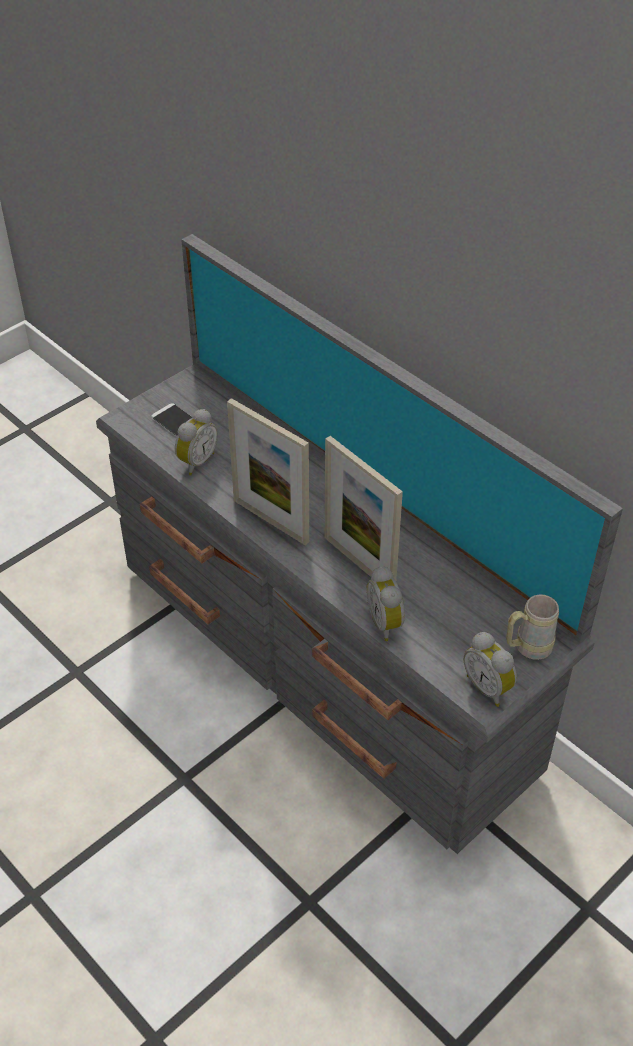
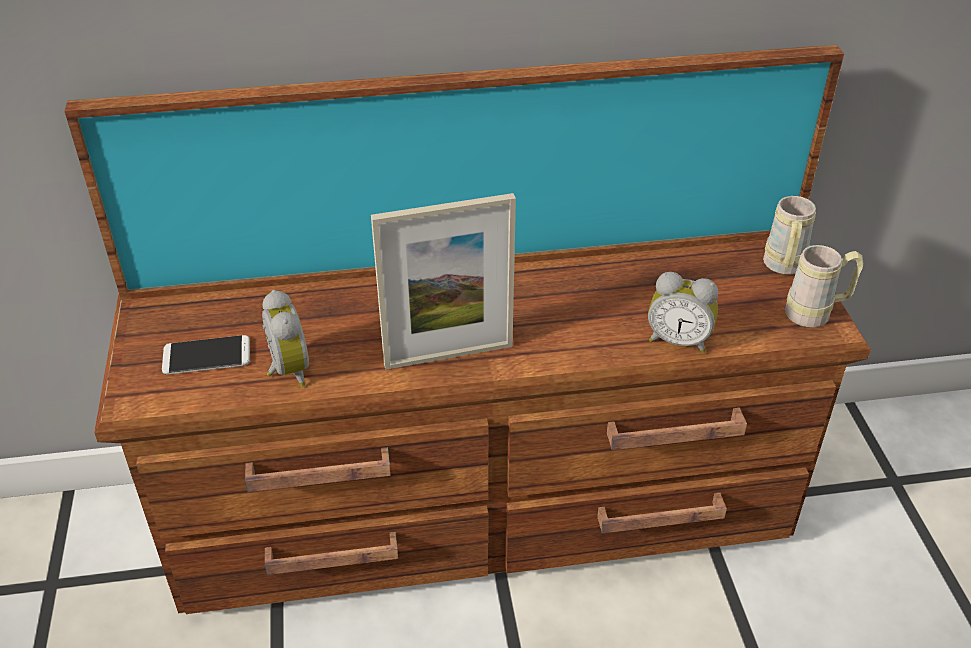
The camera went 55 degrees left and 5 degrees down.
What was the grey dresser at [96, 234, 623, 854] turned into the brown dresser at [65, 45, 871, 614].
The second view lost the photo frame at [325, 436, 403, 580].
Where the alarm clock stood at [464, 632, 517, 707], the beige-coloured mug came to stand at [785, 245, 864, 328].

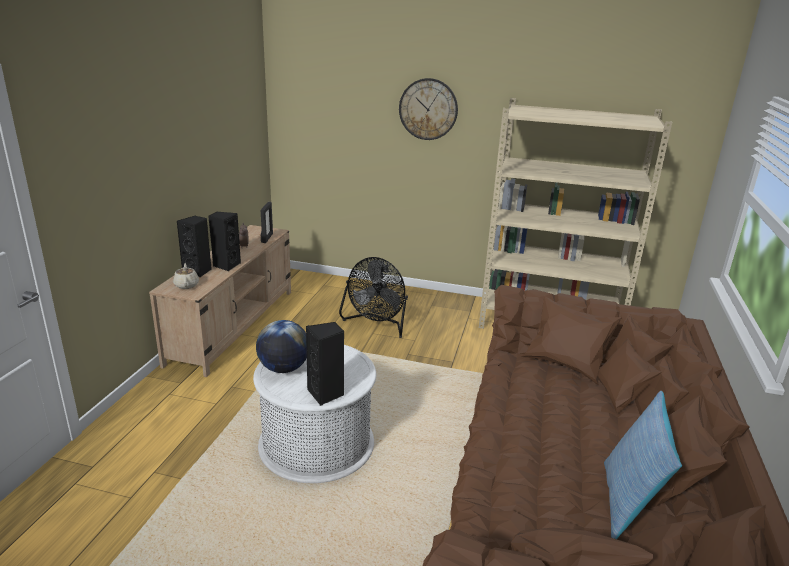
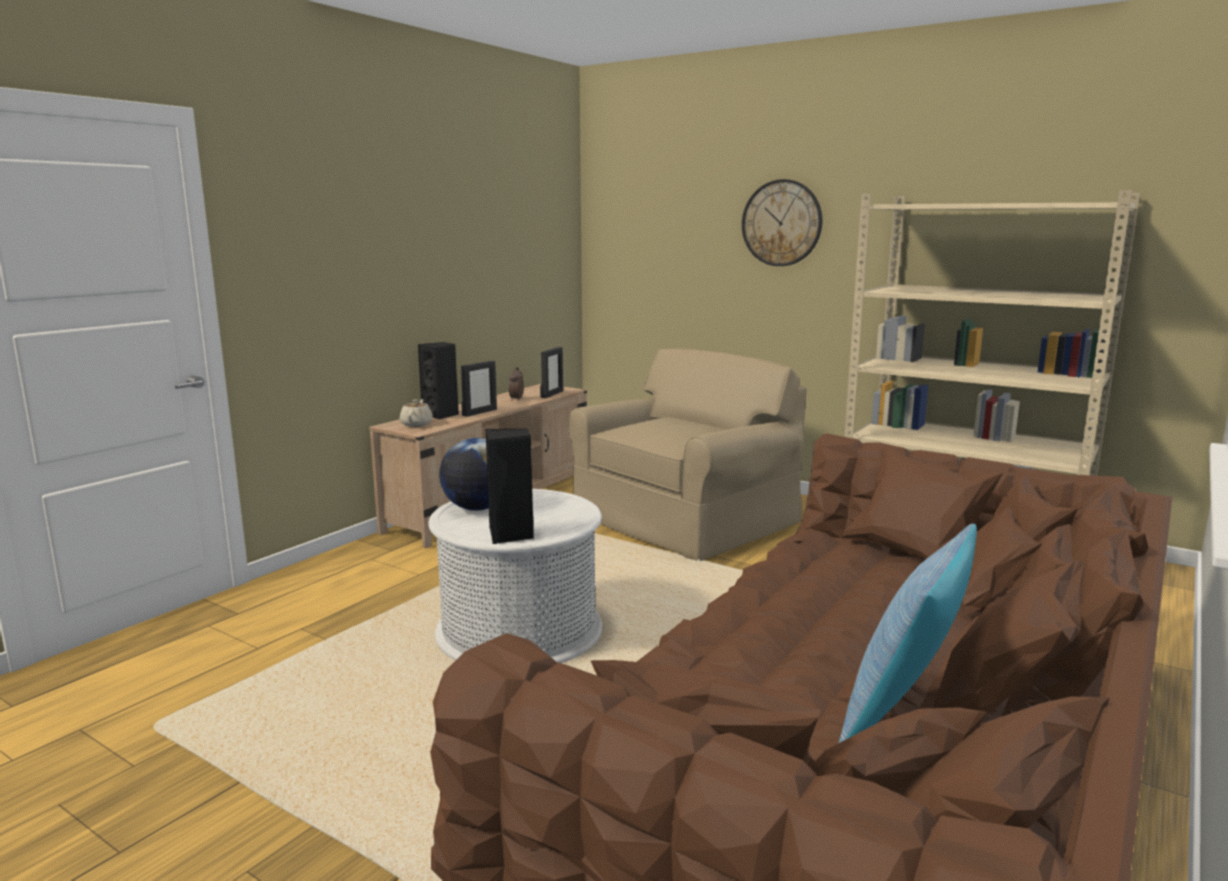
The camera went 20 degrees right and 10 degrees down.
Where the blackish audio speaker stood at [208, 212, 241, 271], the photo frame came to stand at [461, 360, 497, 417].
Where the blackish fan stood at [339, 257, 408, 338], the beige-coloured armchair came to stand at [568, 348, 807, 561].

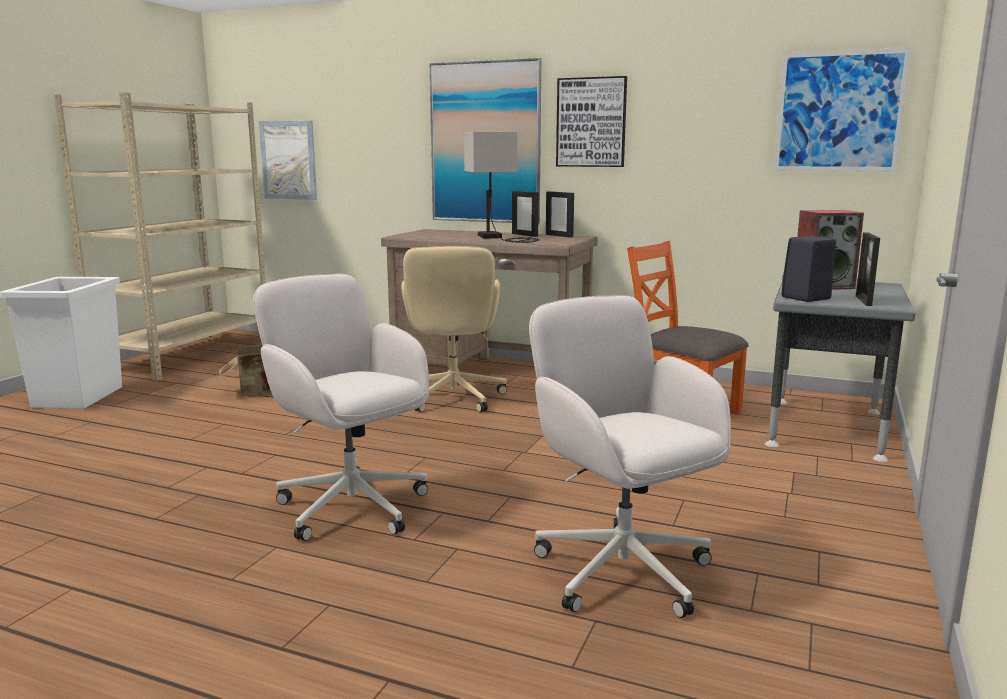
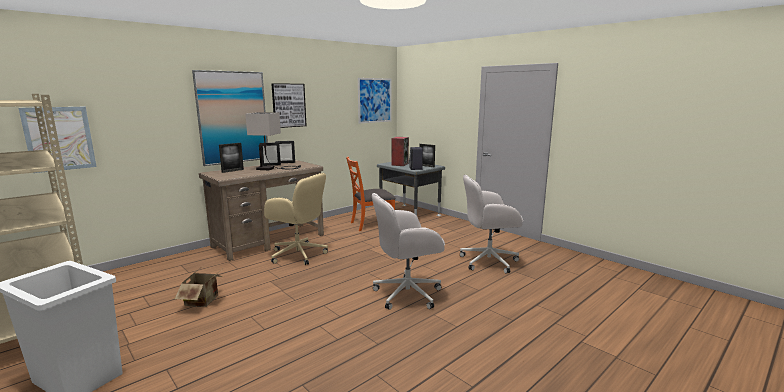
The camera went 65 degrees left and 0 degrees up.
The second view gained the photo frame at [219, 143, 244, 173].

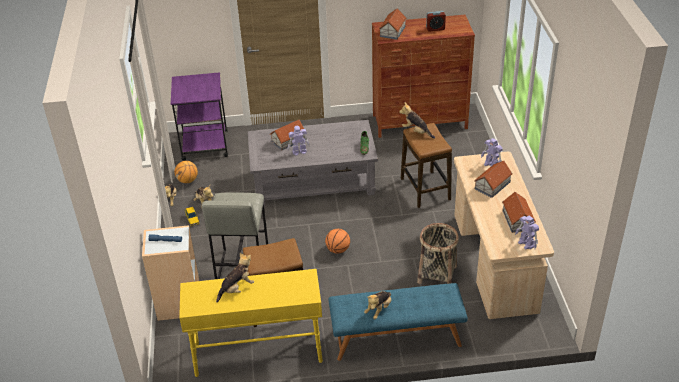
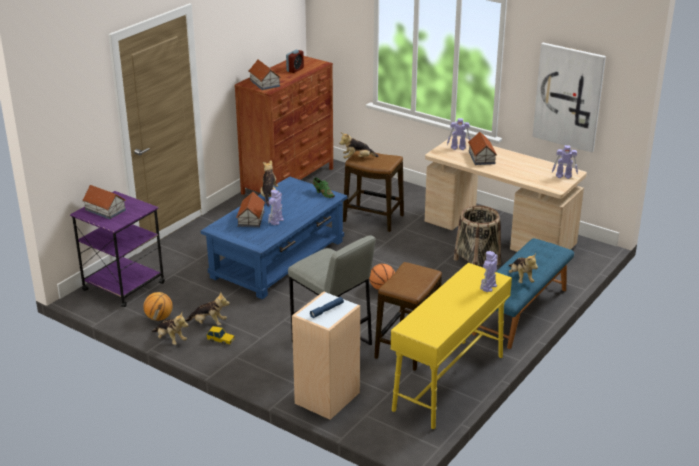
The camera went 50 degrees left and 10 degrees down.
The soft toy ended up elsewhere, having gone from [216, 253, 254, 303] to [260, 160, 278, 207].
What was the grey lounge table at [248, 120, 378, 206] turned into the bluish lounge table at [201, 176, 347, 299].
The model house ended up elsewhere, having gone from [502, 192, 536, 233] to [82, 185, 126, 219].
The second view gained the model robot at [480, 251, 498, 292].
The second view gained the wall picture at [532, 43, 606, 153].

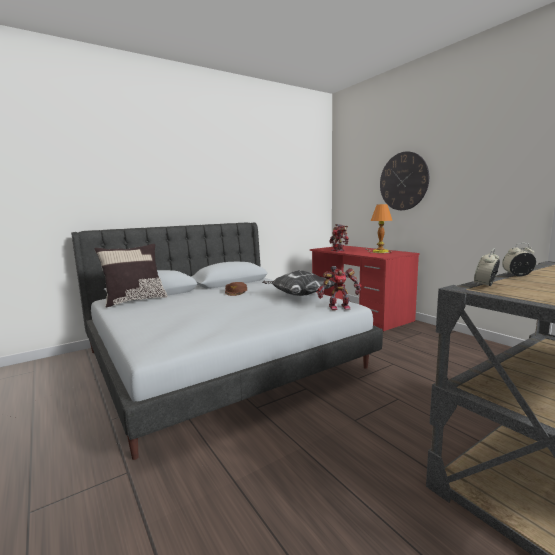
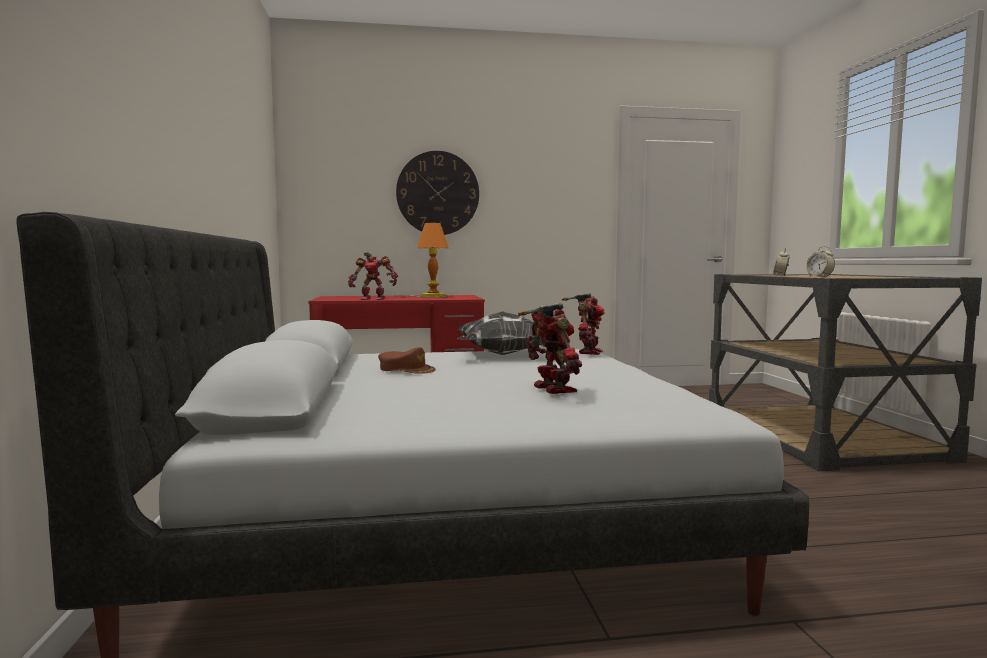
The camera went 65 degrees left and 5 degrees down.
The second view lost the cushion at [94, 244, 168, 308].
The second view gained the model robot at [518, 302, 582, 394].

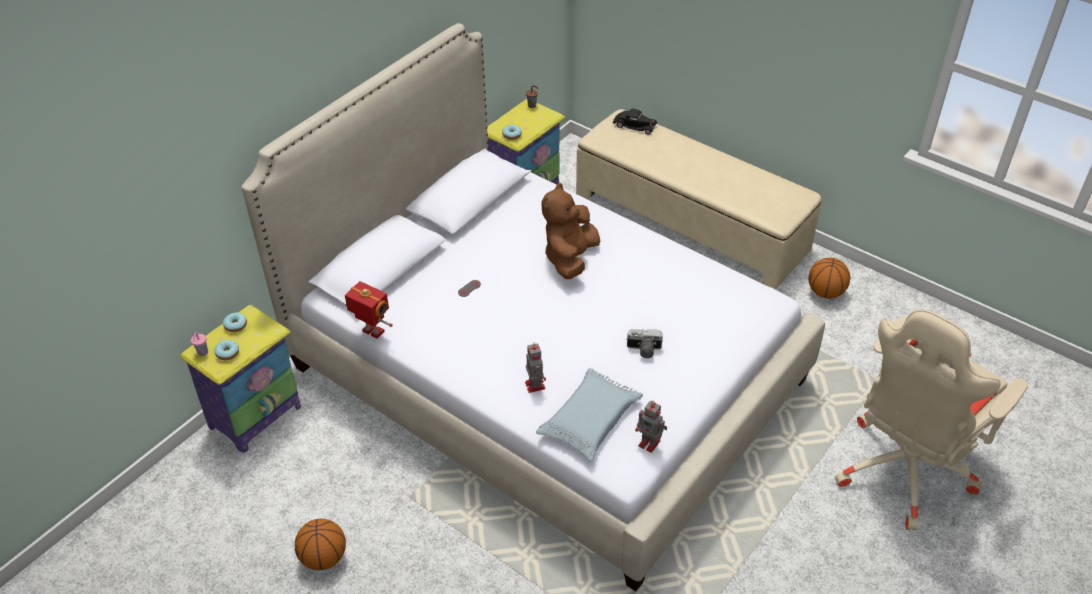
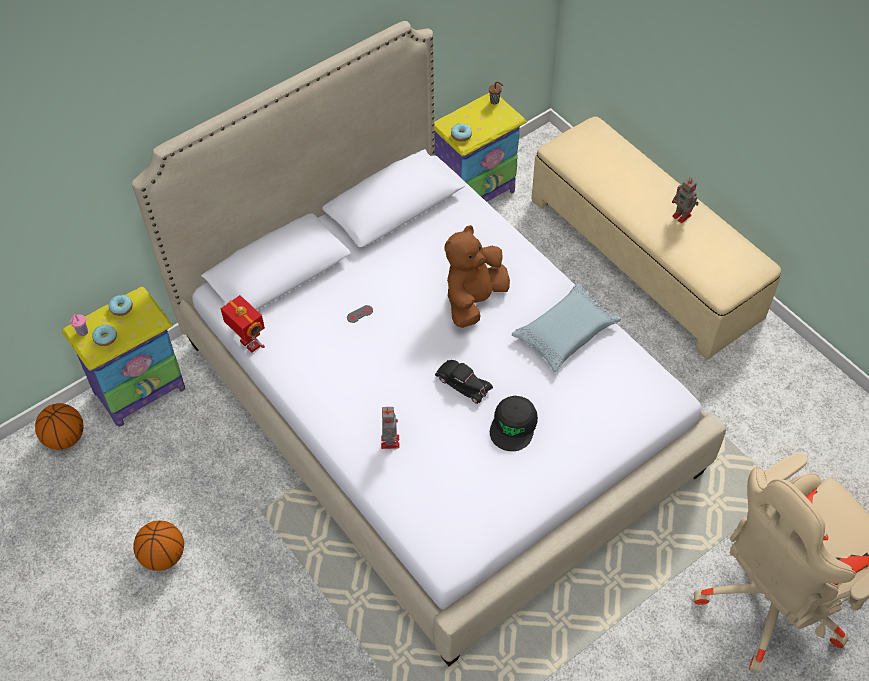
The camera went 15 degrees right and 10 degrees up.
The bluish cushion ended up elsewhere, having gone from [536, 368, 643, 462] to [512, 284, 621, 372].
The blackish model car ended up elsewhere, having gone from [612, 108, 657, 134] to [435, 360, 493, 404].
Where the photo camera stood at [626, 329, 663, 358], the blackish peaked cap came to stand at [490, 396, 538, 451].
The model robot ended up elsewhere, having gone from [635, 401, 667, 453] to [672, 177, 699, 223].
The basketball ended up elsewhere, having gone from [808, 258, 850, 299] to [35, 403, 83, 450].

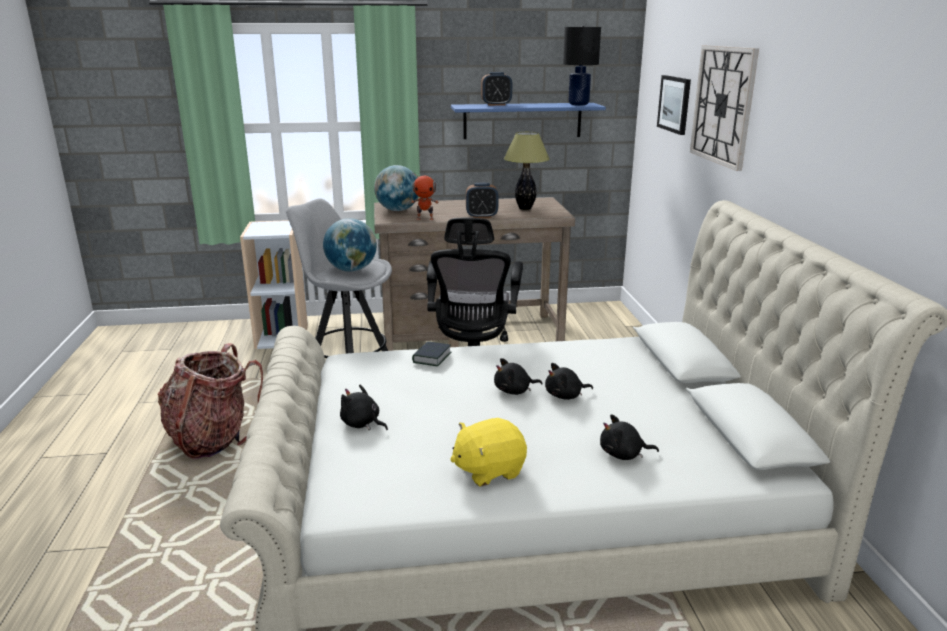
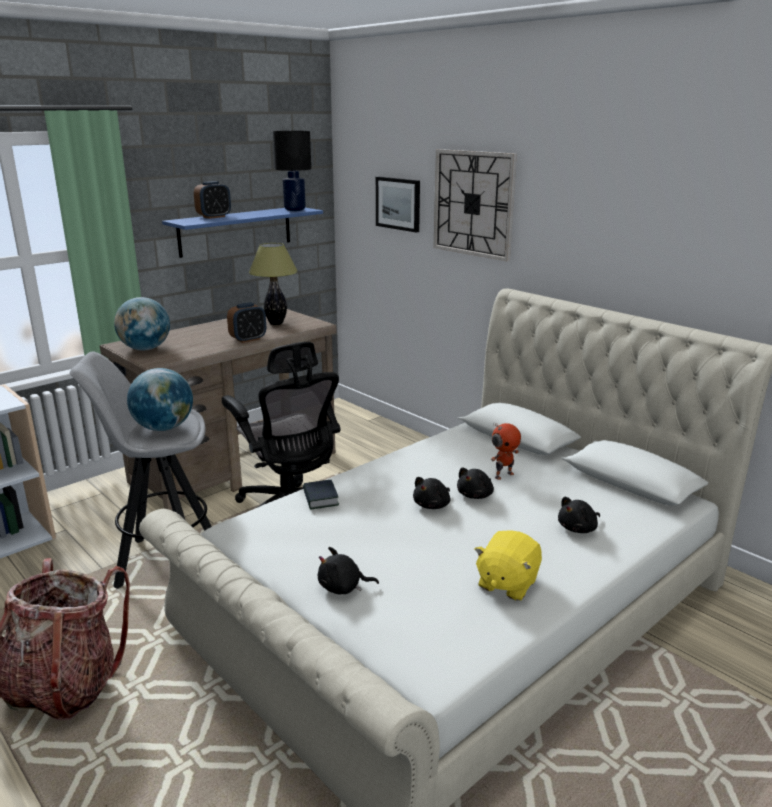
The camera went 35 degrees left and 0 degrees up.
The model robot ended up elsewhere, having gone from [411, 173, 438, 220] to [491, 423, 521, 480].

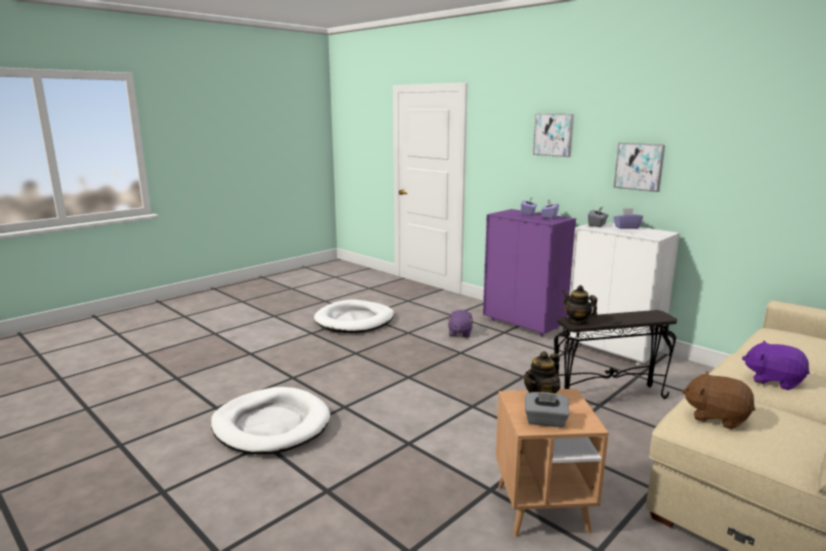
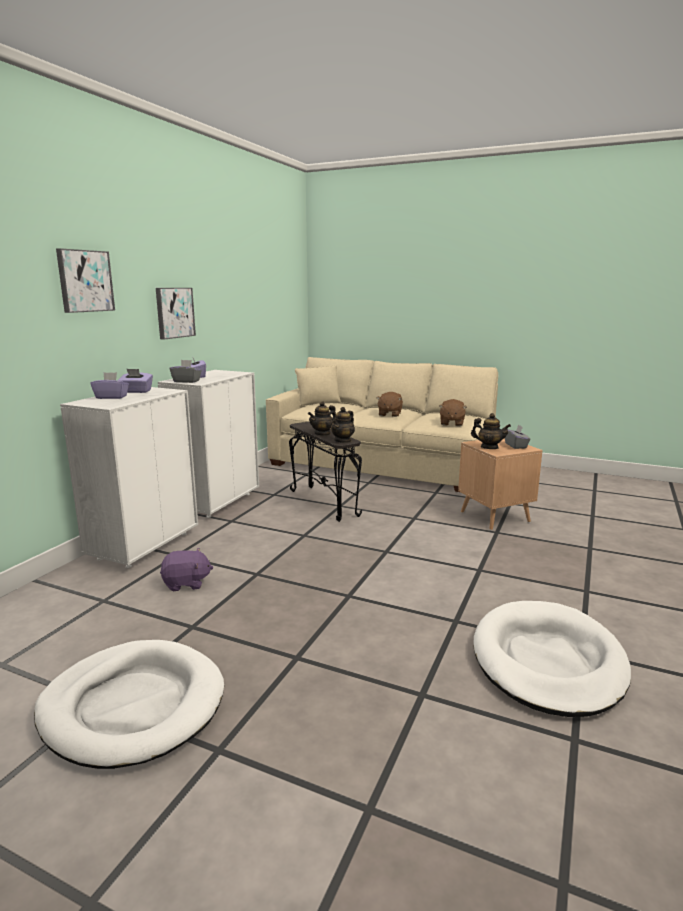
The camera went 110 degrees left and 0 degrees up.
What was the purplish storage cabinet at [483, 209, 576, 336] turned into the white storage cabinet at [60, 387, 198, 568].
What was the purplish soft toy at [742, 341, 810, 390] turned into the brown soft toy at [376, 392, 403, 417].
The second view gained the teapot at [308, 401, 336, 436].

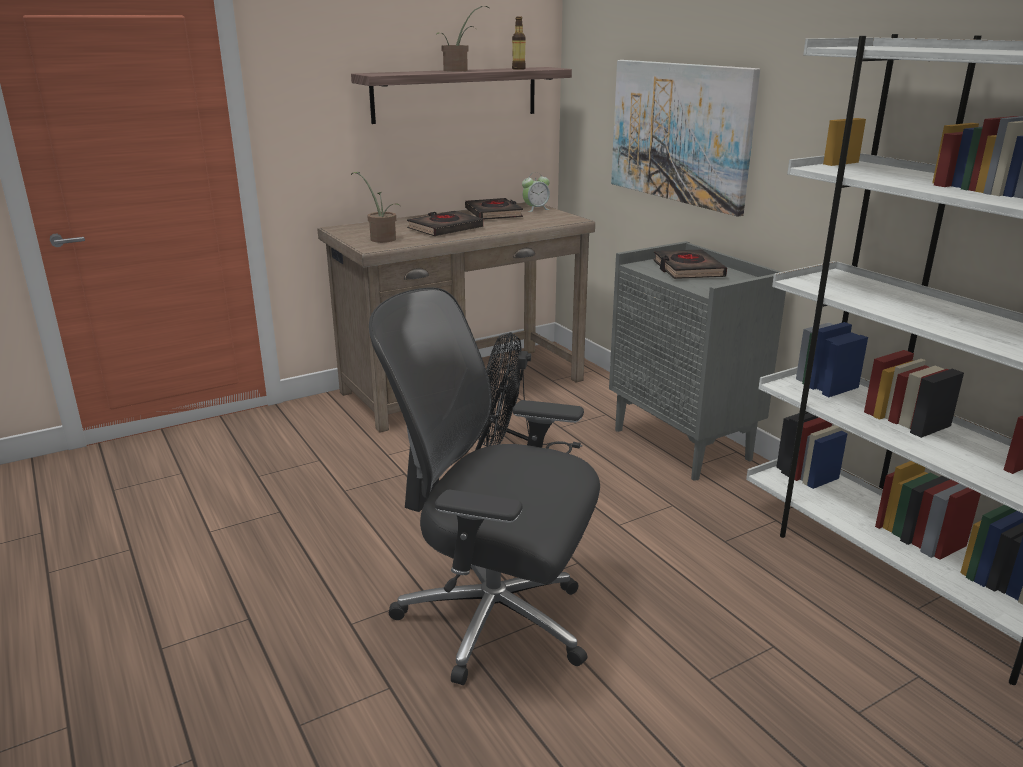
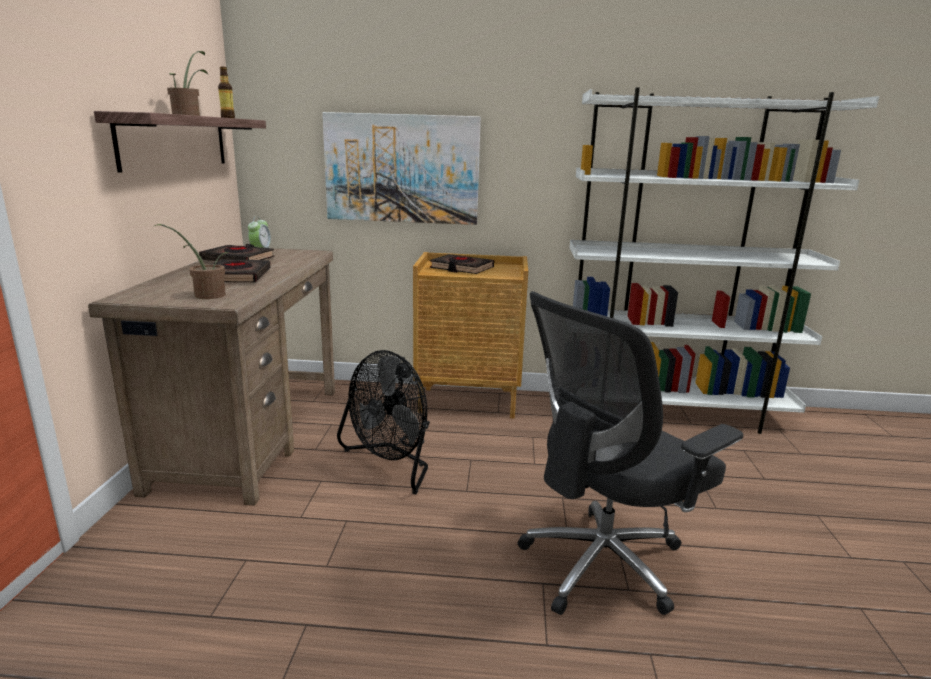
The camera went 55 degrees left and 5 degrees down.
What was the grey storage cabinet at [609, 241, 786, 481] turned into the brown storage cabinet at [413, 252, 528, 419].

